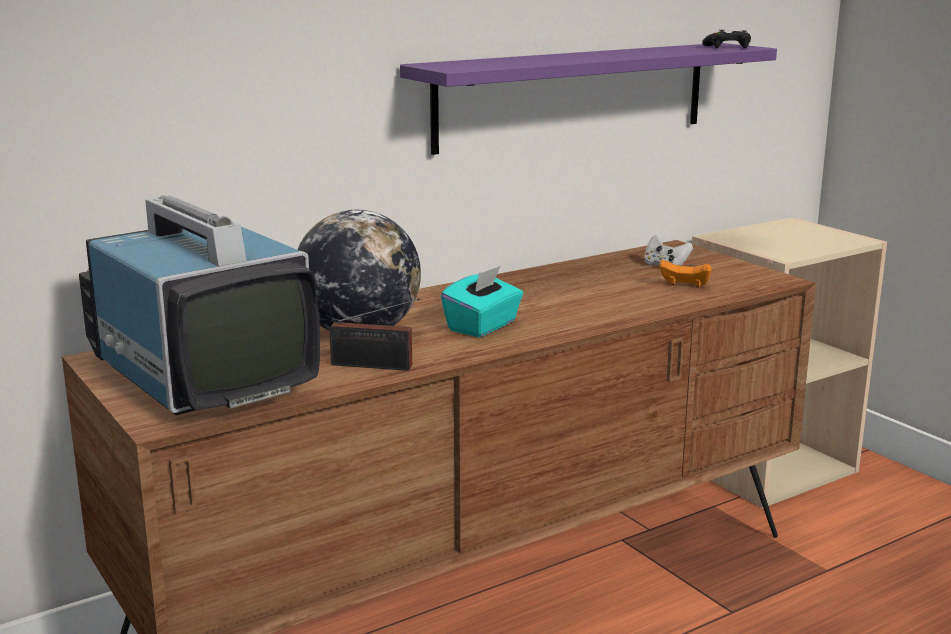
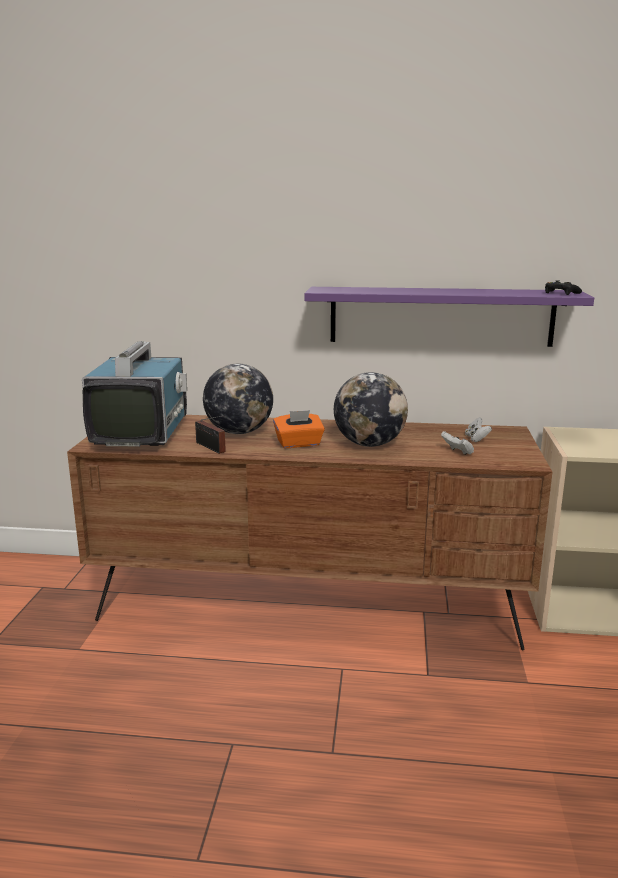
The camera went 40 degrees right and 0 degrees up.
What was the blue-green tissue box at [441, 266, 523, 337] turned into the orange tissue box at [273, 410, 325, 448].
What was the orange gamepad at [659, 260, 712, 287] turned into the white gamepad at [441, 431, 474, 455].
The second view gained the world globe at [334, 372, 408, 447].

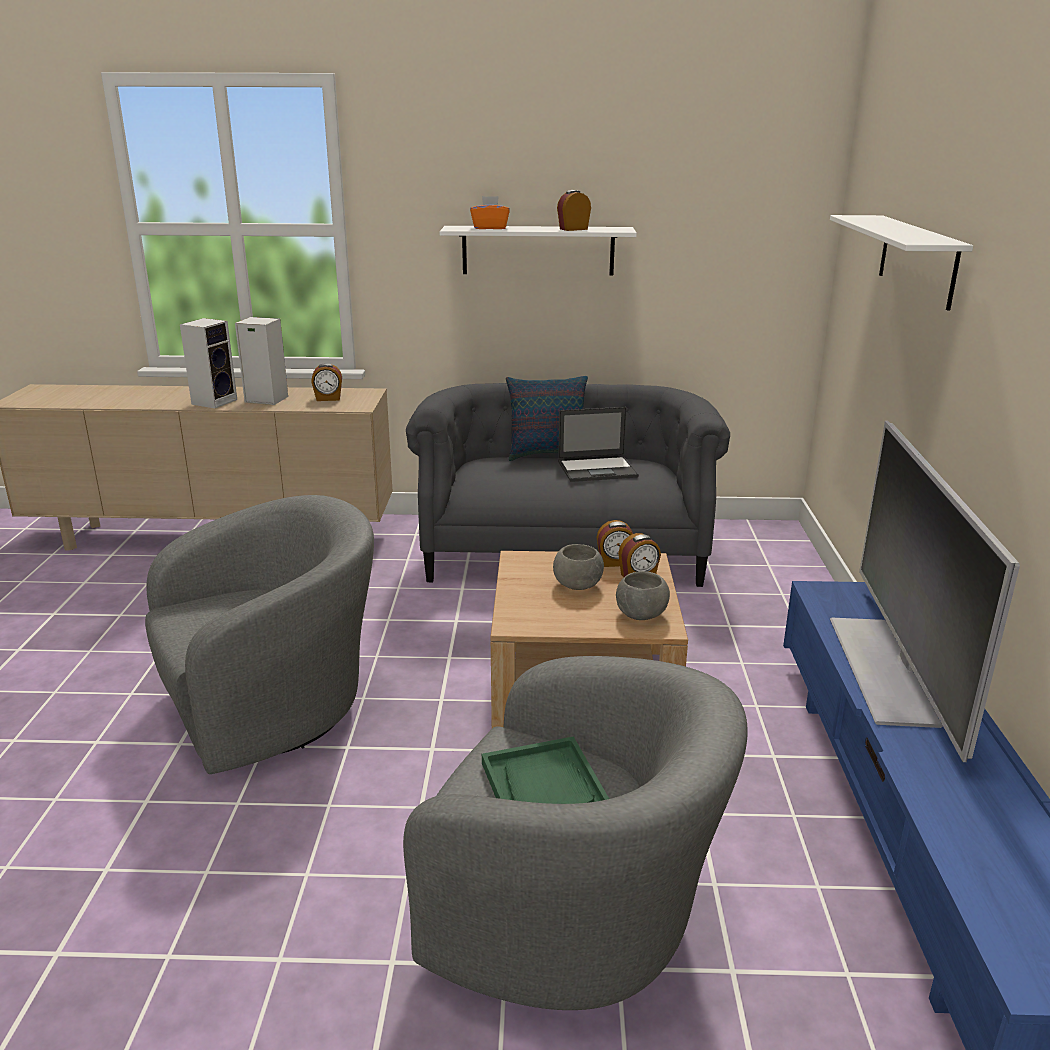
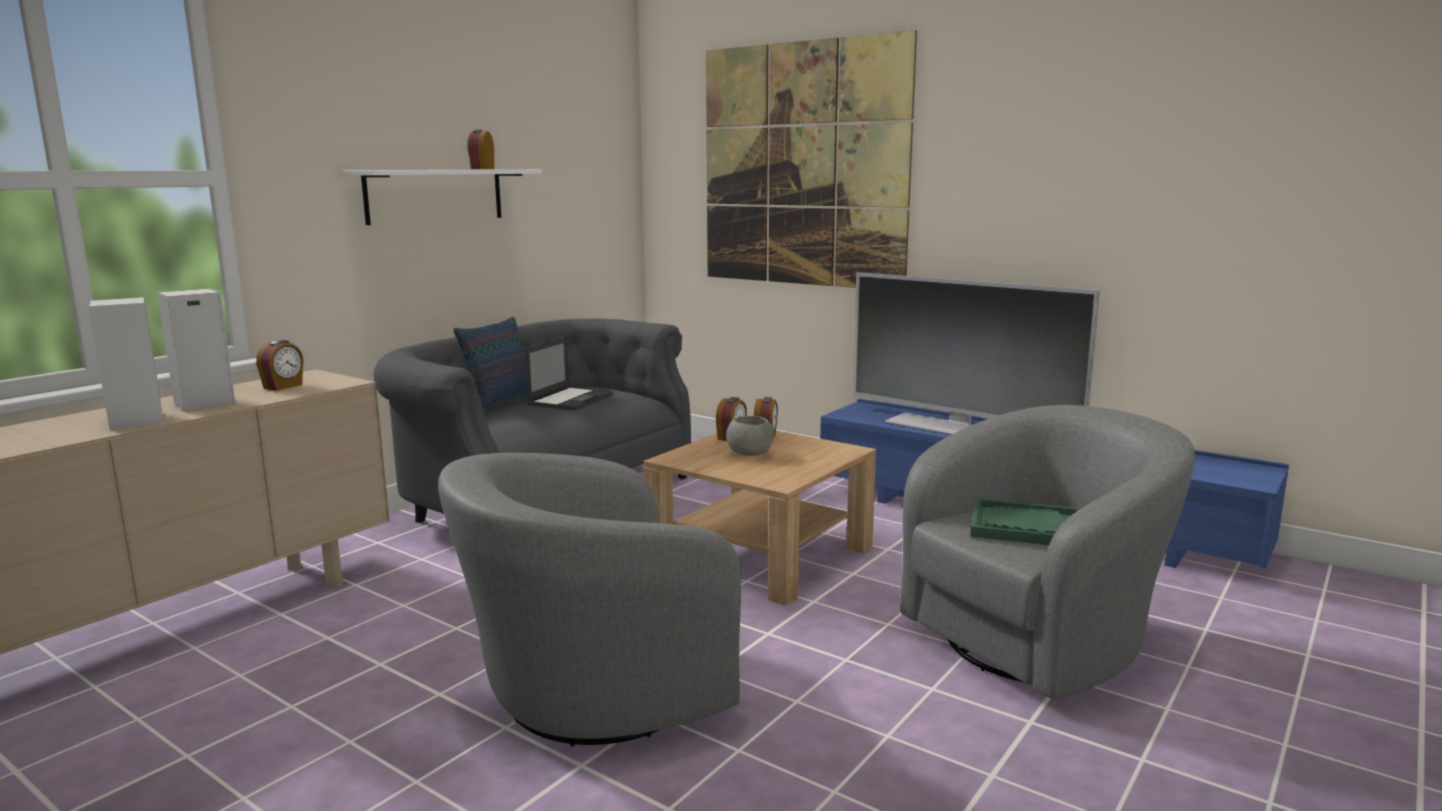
The camera went 55 degrees left and 10 degrees down.
The grey armchair at [145, 495, 374, 774] ended up facing another way, 120 degrees counterclockwise from before.
The second view lost the orange tissue box at [470, 196, 510, 229].
The second view lost the grey deep dish at [616, 571, 670, 620].
Where the white bracket shelf hung at [830, 215, 973, 311], the wall picture came to hang at [706, 30, 917, 288].

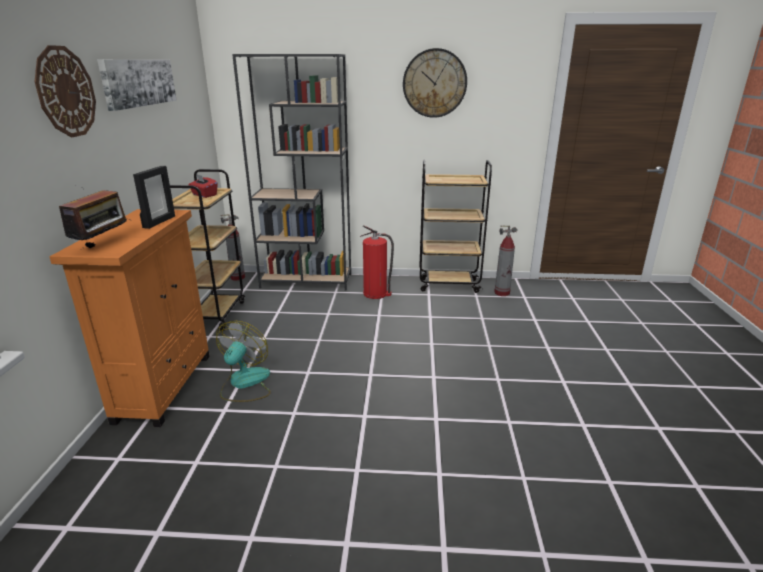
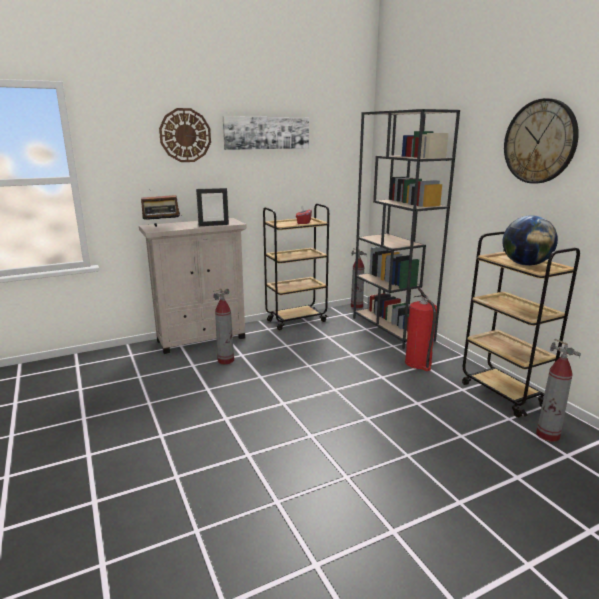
The camera went 60 degrees right and 5 degrees down.
What was the orange storage cabinet at [49, 209, 210, 427] turned into the beige-coloured storage cabinet at [139, 218, 247, 354].
Where the fan stood at [216, 321, 271, 402], the fire-fighting cylinder came to stand at [213, 289, 234, 365].
The second view gained the world globe at [503, 215, 558, 266].

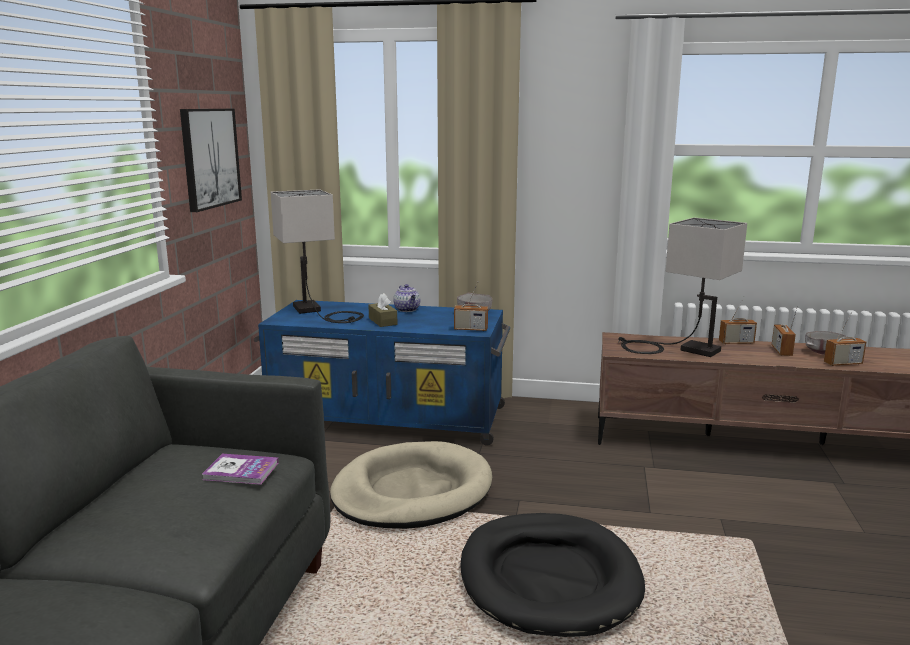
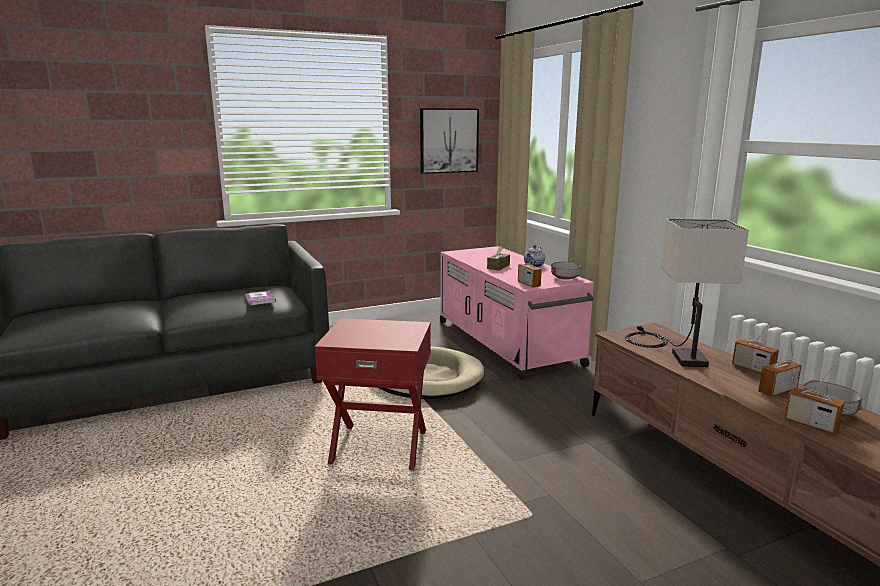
The camera went 55 degrees right and 0 degrees up.
What was the bluish storage cabinet at [254, 300, 510, 446] turned into the pinkish storage cabinet at [440, 246, 594, 380].
The second view lost the tabletop lamp at [271, 189, 364, 323].
Where the blackish dog cushion stood at [460, 513, 645, 637], the red end table came to stand at [314, 318, 431, 470].

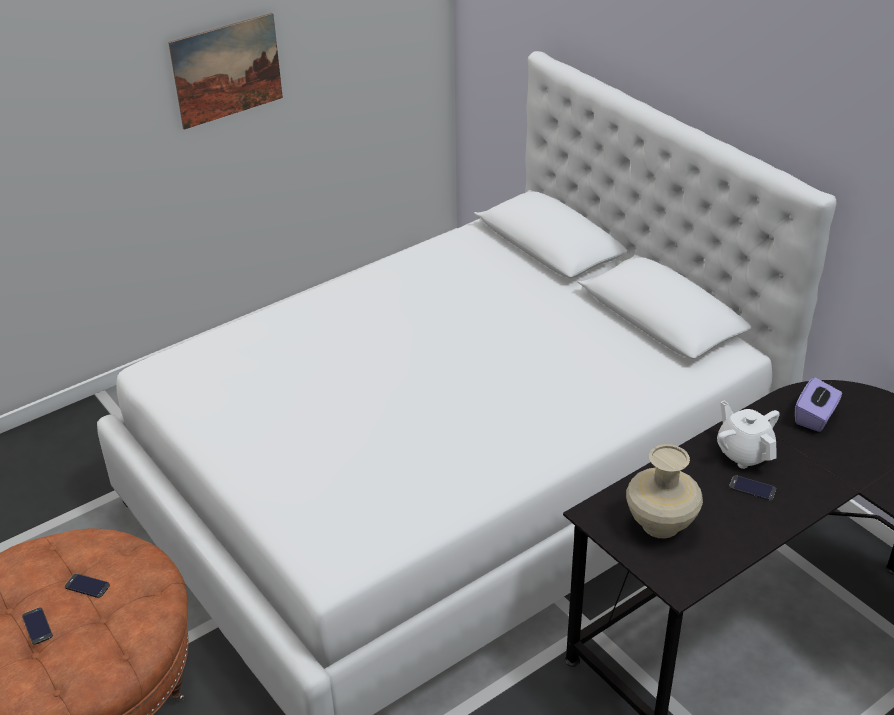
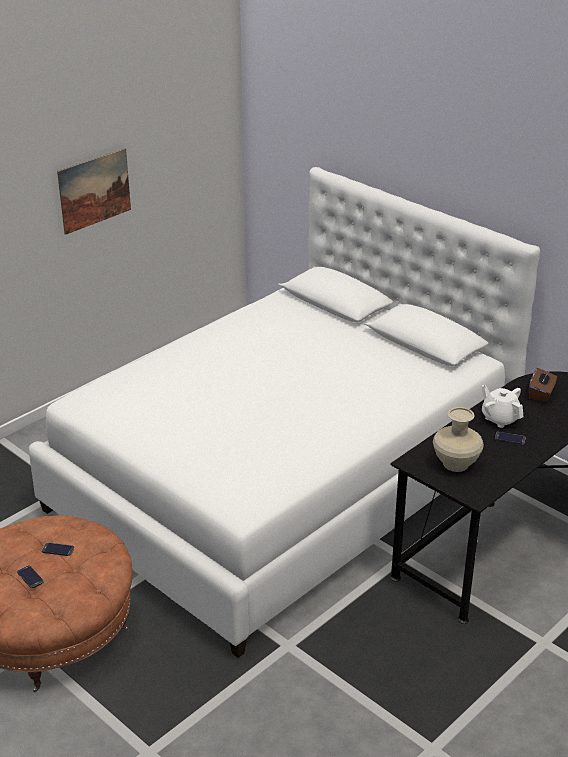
The camera went 10 degrees left and 5 degrees down.
What was the purplish tissue box at [795, 377, 842, 432] turned into the brown tissue box at [529, 368, 557, 402].

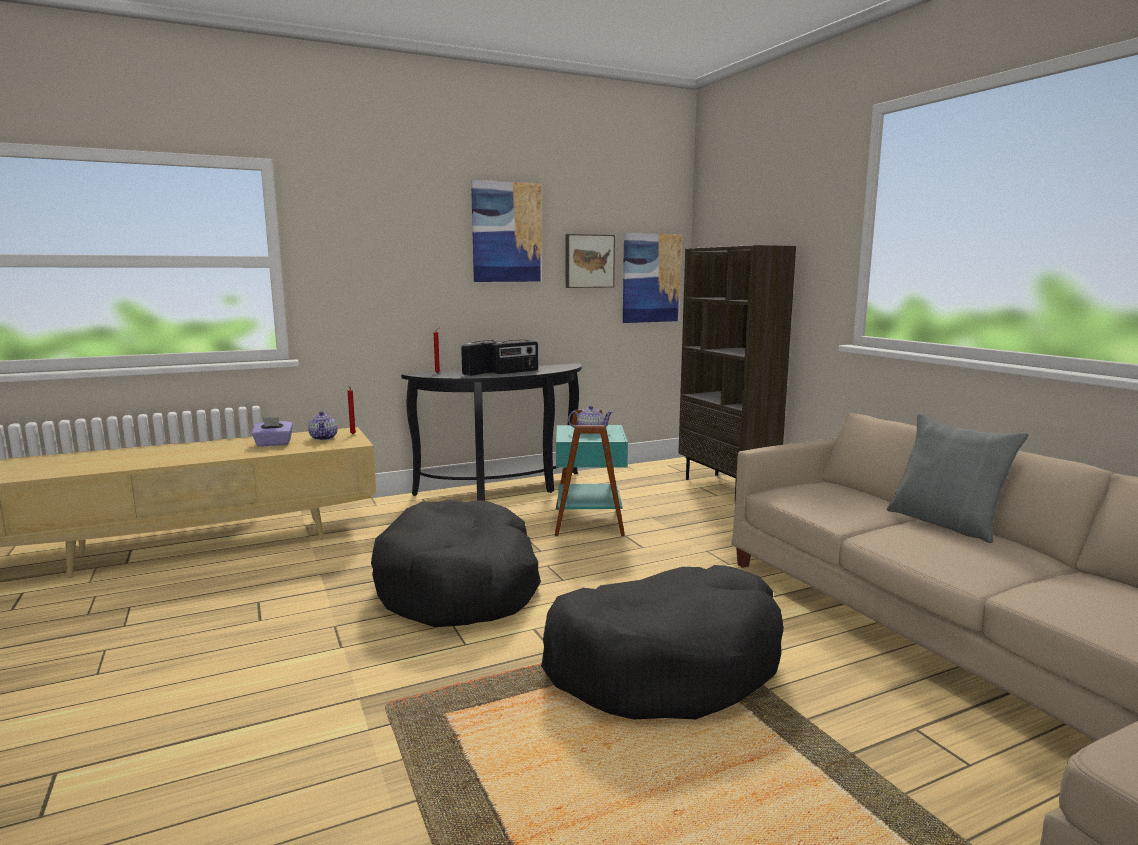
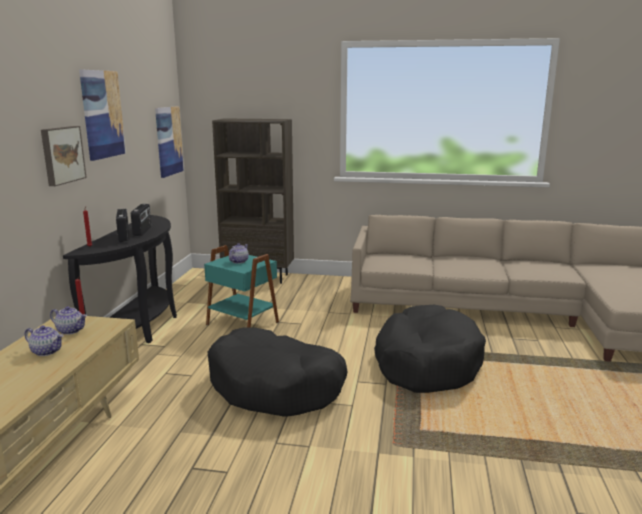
The camera went 55 degrees left and 5 degrees up.
Where the purplish tissue box stood at [252, 417, 293, 446], the teapot came to stand at [25, 325, 64, 356].
The wall picture ended up elsewhere, having gone from [566, 234, 615, 288] to [41, 126, 87, 186].
The second view lost the grey cushion at [887, 413, 1028, 543].

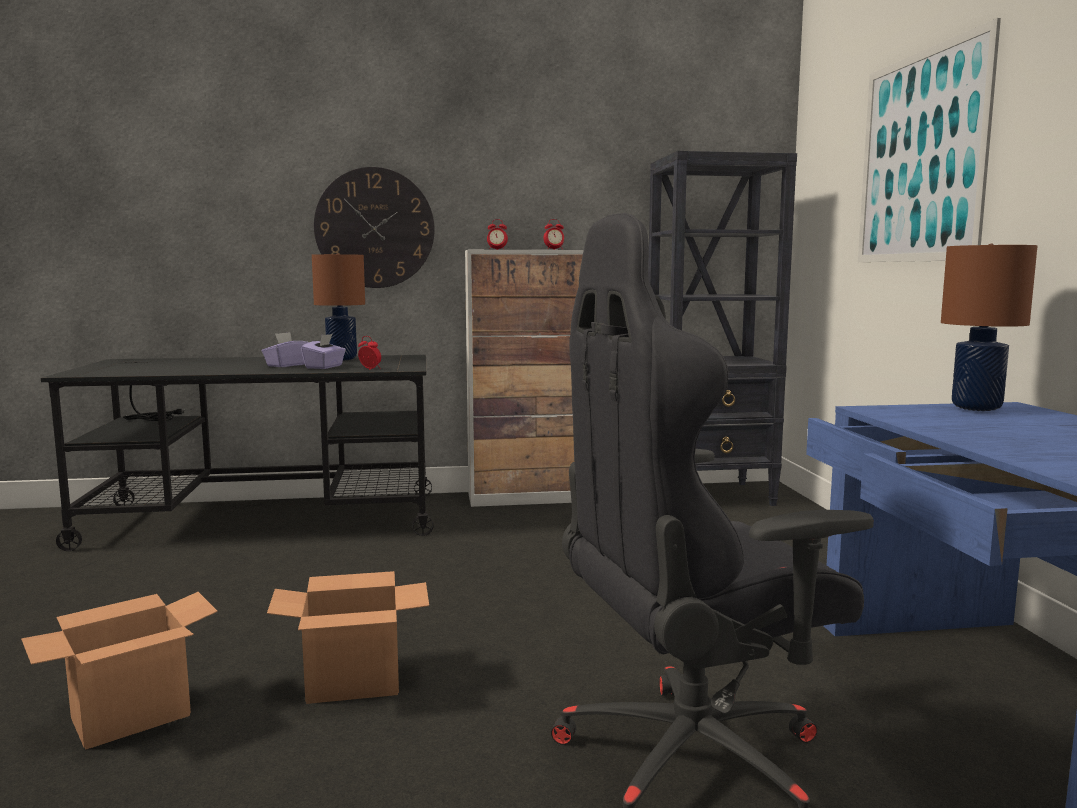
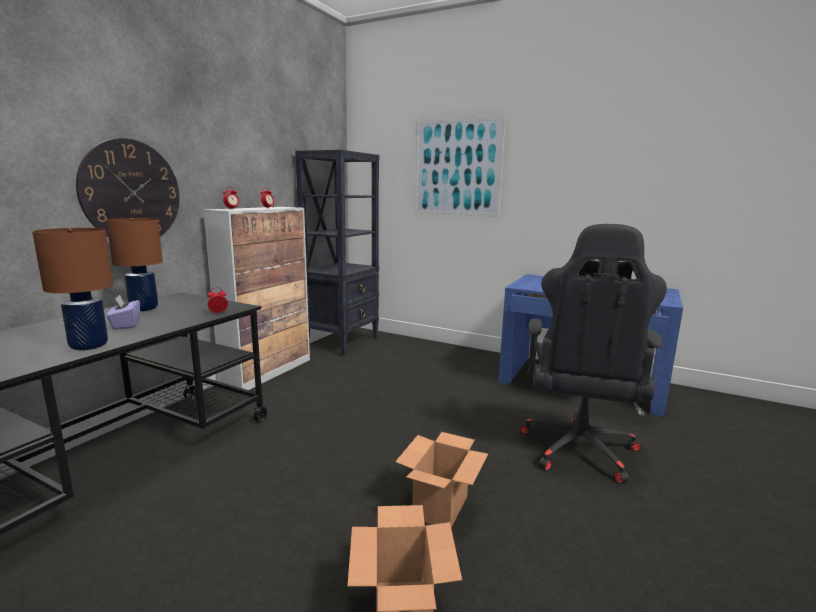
The camera went 55 degrees left and 5 degrees up.
The second view lost the purplish tissue box at [301, 334, 346, 369].
The brown tabletop lamp ended up elsewhere, having gone from [941, 243, 1038, 411] to [32, 228, 113, 351].

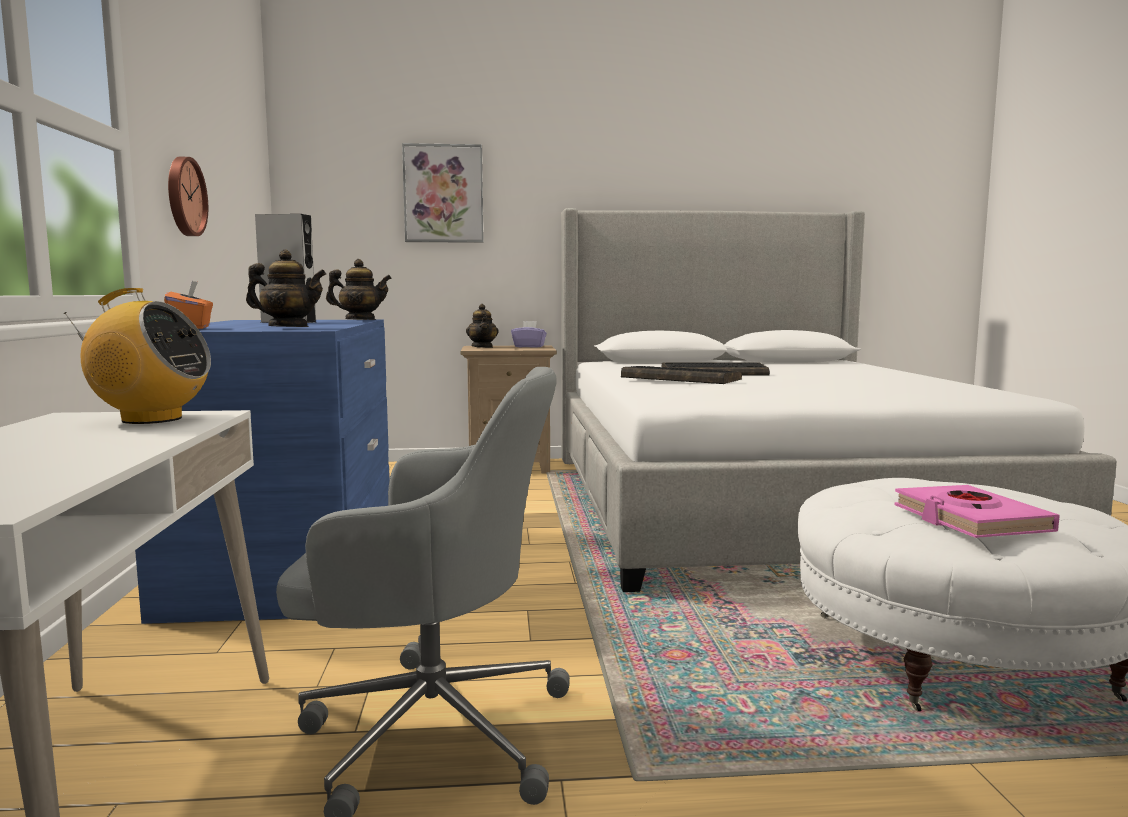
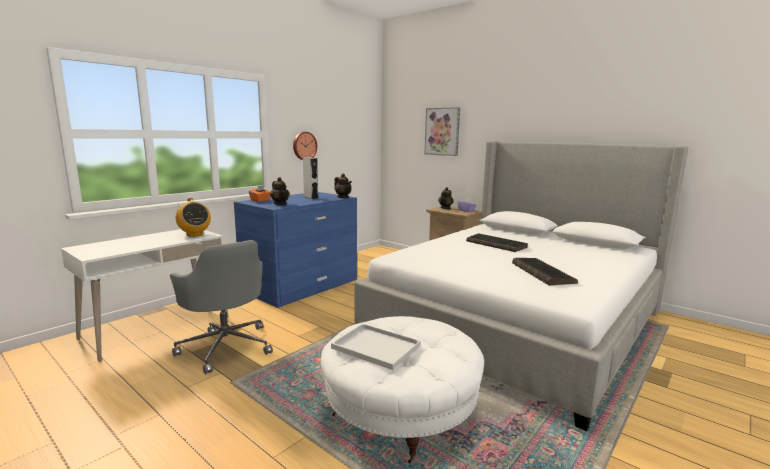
The camera went 45 degrees right and 5 degrees up.
The keyboard ended up elsewhere, having gone from [621, 366, 742, 384] to [512, 258, 578, 285].
Where the pinkish bound book stood at [894, 485, 1060, 538], the white tray came to stand at [331, 324, 421, 370].

